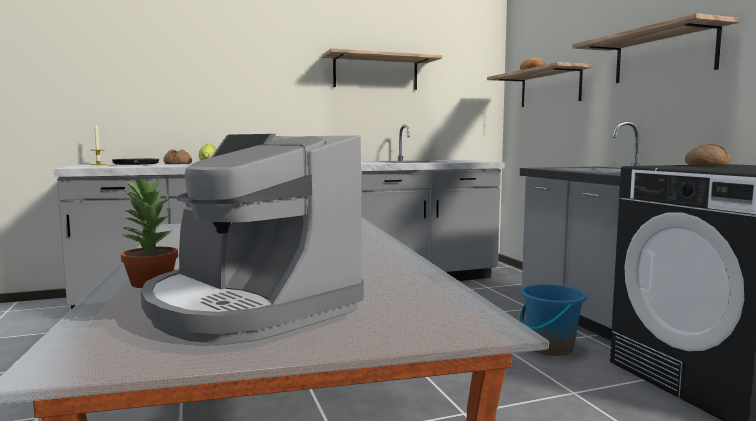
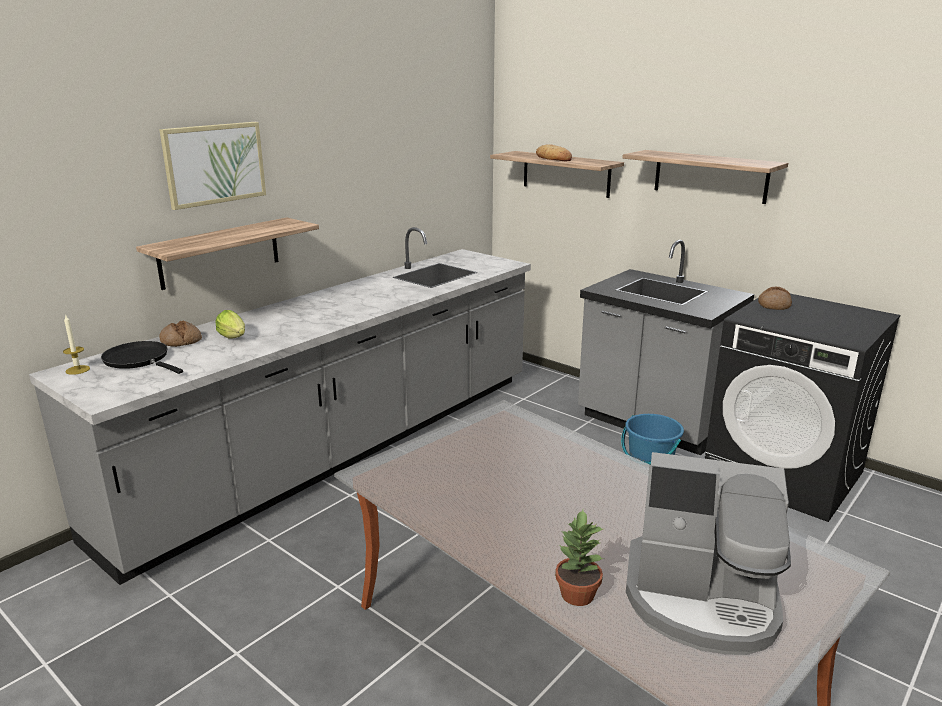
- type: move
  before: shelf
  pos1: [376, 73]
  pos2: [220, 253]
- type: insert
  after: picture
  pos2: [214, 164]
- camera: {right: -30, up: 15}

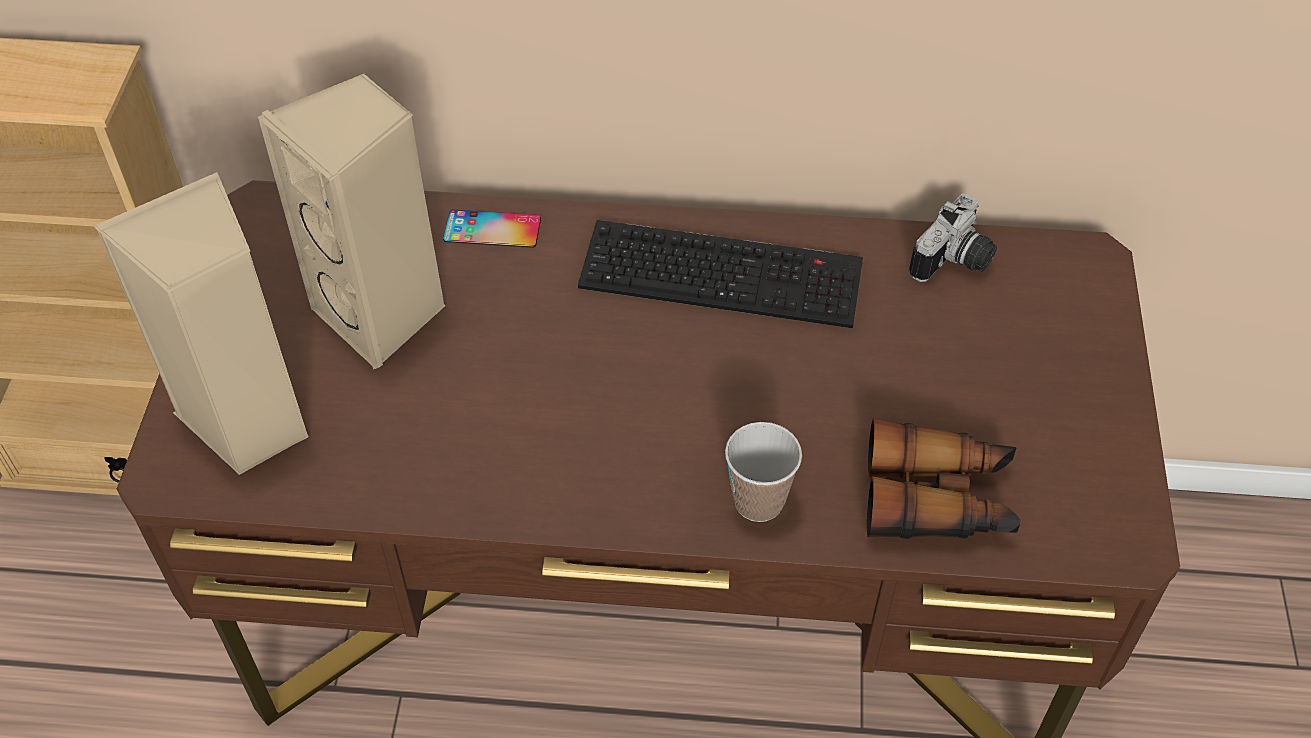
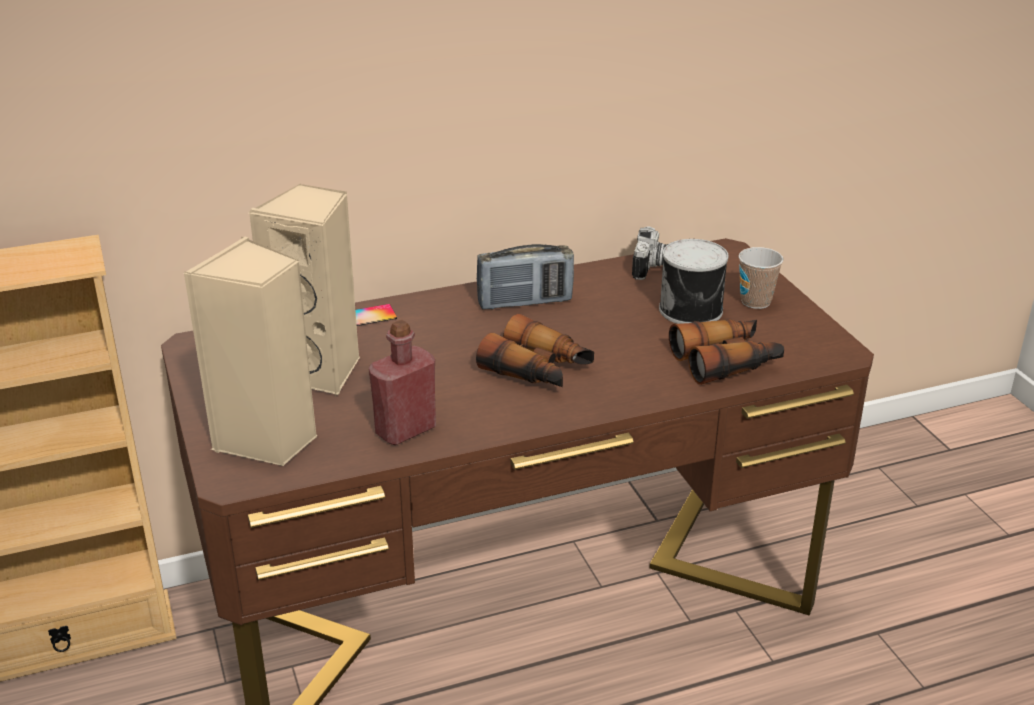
- type: replace
  before: keyboard
  after: radio
  pos1: [725, 272]
  pos2: [525, 302]
- type: move
  before: cup
  pos1: [758, 501]
  pos2: [755, 301]
- type: insert
  after: can
  pos2: [692, 310]
- type: insert
  after: binoculars
  pos2: [538, 370]
- type: insert
  after: red bottle
  pos2: [405, 430]
- camera: {right: -25, up: -20}

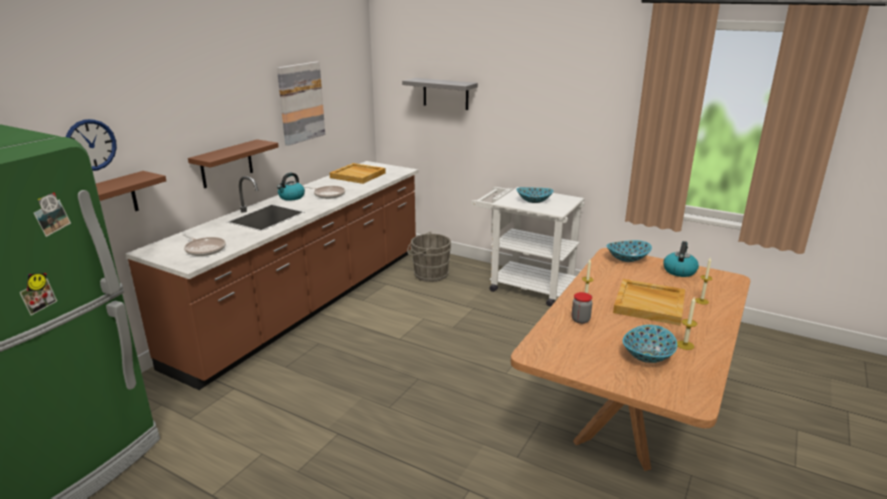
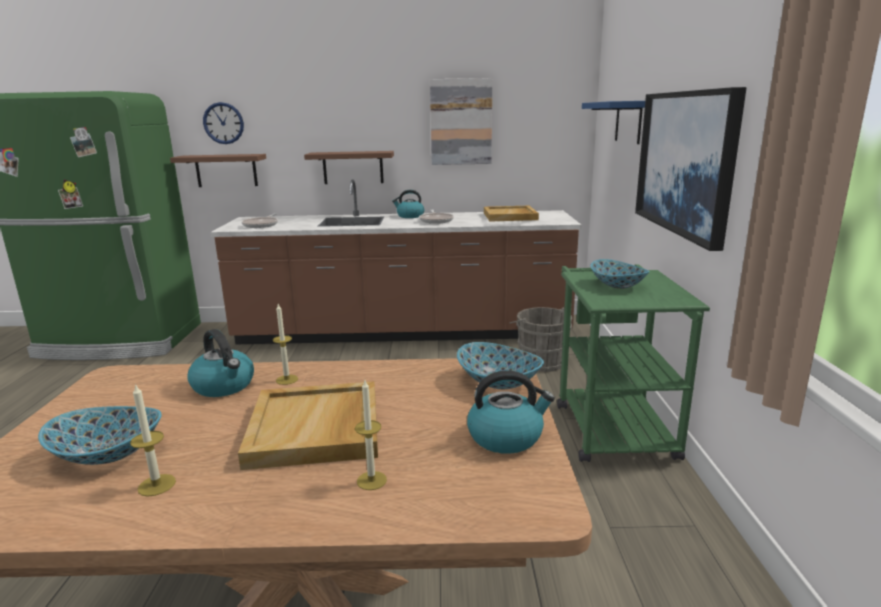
- type: recolor
  before: grey shelf
  after: blue shelf
  pos1: [445, 94]
  pos2: [628, 122]
- type: recolor
  before: white cart
  after: green cart
  pos1: [524, 285]
  pos2: [610, 424]
- type: replace
  before: jar
  after: kettle
  pos1: [580, 320]
  pos2: [224, 386]
- type: insert
  after: picture
  pos2: [685, 162]
- camera: {right: 60, up: -5}

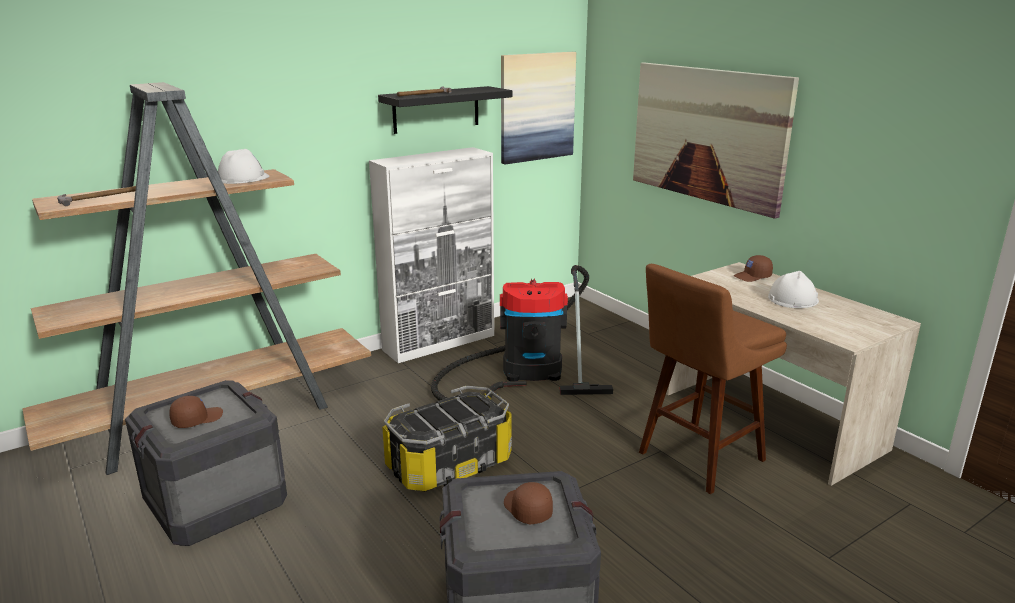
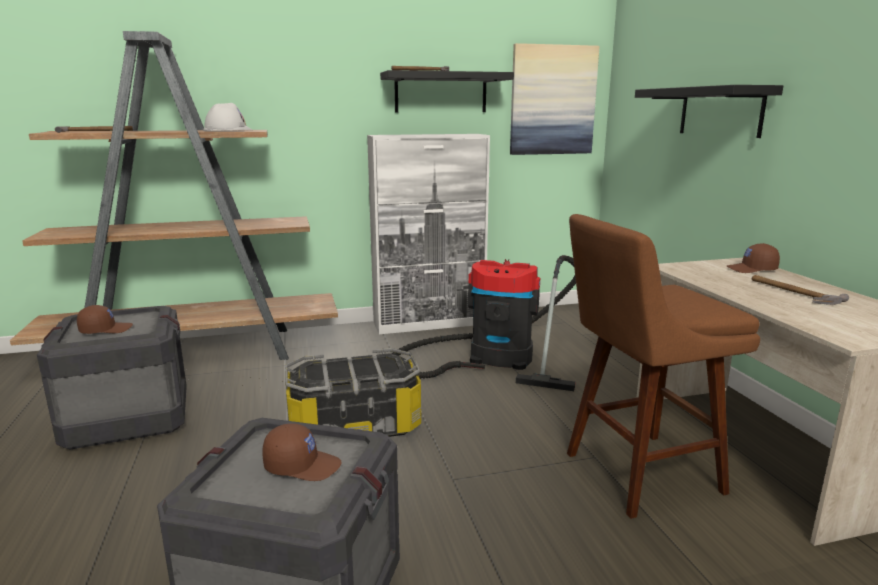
- type: replace
  before: picture
  after: black shelf
  pos1: [707, 135]
  pos2: [720, 111]
- type: replace
  before: white hard hat
  after: hammer
  pos1: [792, 299]
  pos2: [792, 292]
- type: rotate
  before: brown cap
  pos1: [526, 509]
  pos2: [302, 465]
  turn: 105
- camera: {right: 20, up: -5}

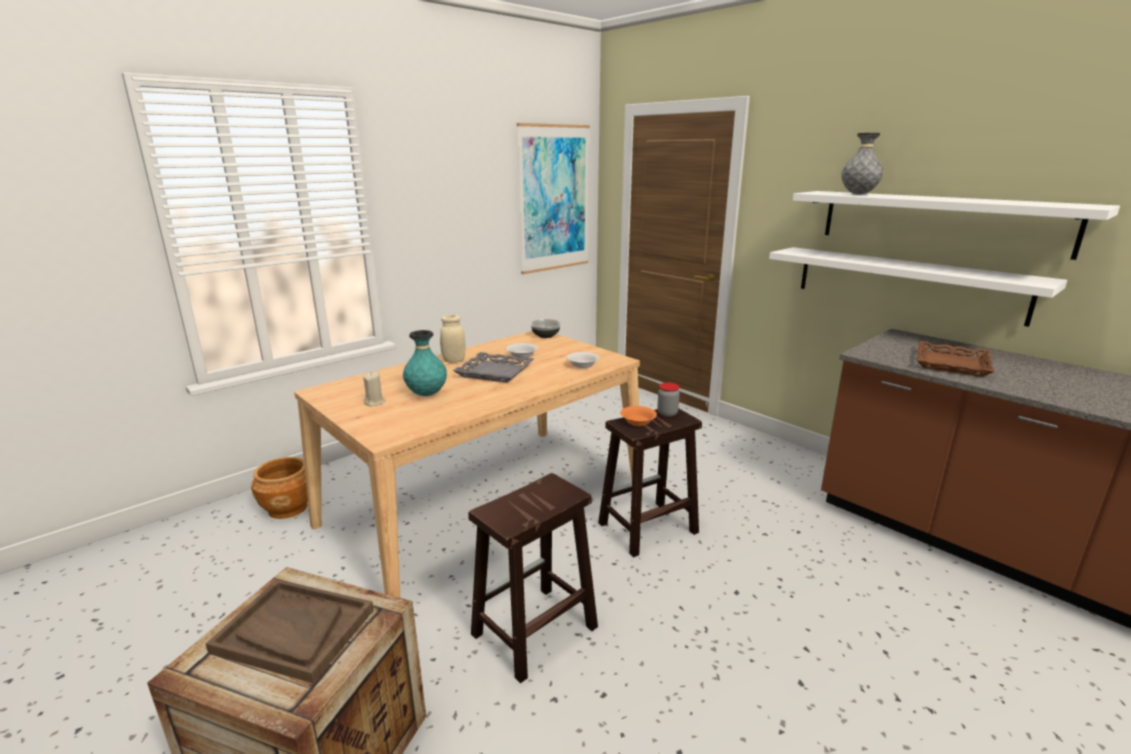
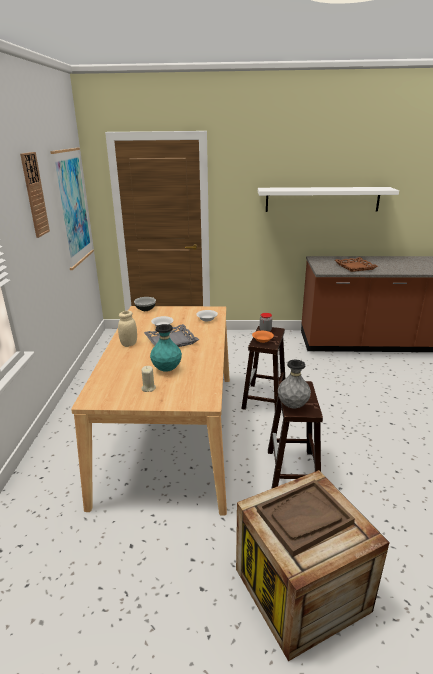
- type: move
  before: grey vase
  pos1: [858, 194]
  pos2: [292, 405]
- type: delete
  before: white shelf
  pos1: [905, 283]
- type: delete
  before: brown planter
  pos1: [288, 508]
- type: insert
  after: wall clock
  pos2: [34, 195]
- camera: {right: -45, up: 5}

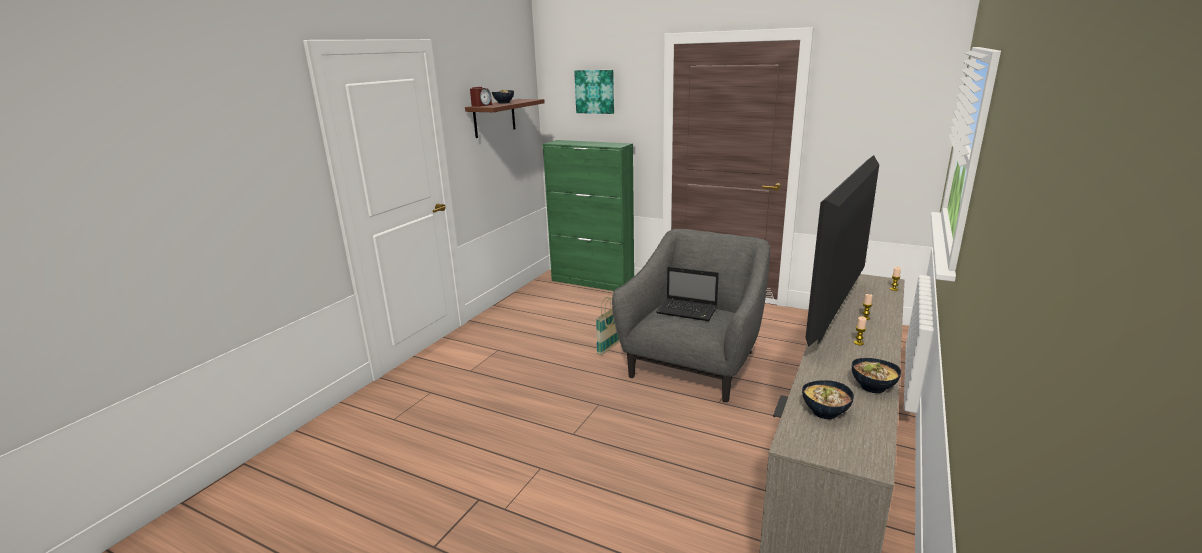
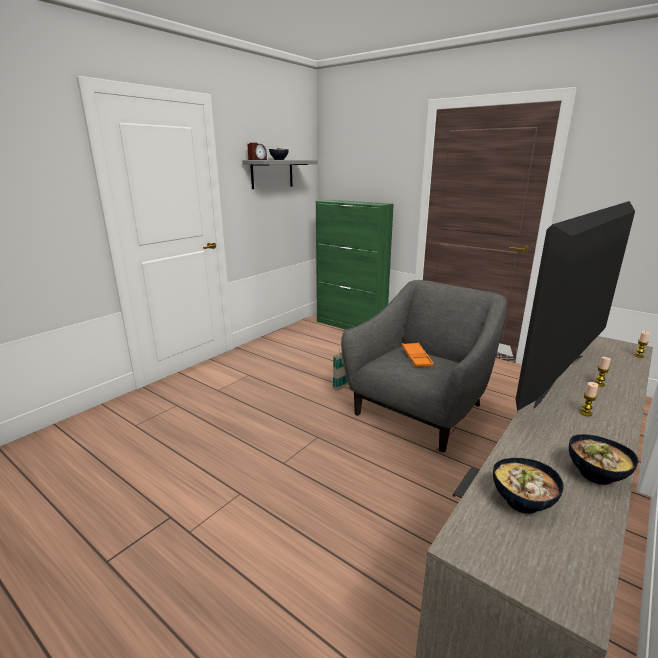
- type: delete
  before: picture
  pos1: [595, 91]
- type: recolor
  before: brown shelf
  after: grey shelf
  pos1: [494, 118]
  pos2: [272, 174]
- type: replace
  before: laptop
  after: orange tray
  pos1: [688, 311]
  pos2: [416, 357]
- camera: {right: 10, up: 0}

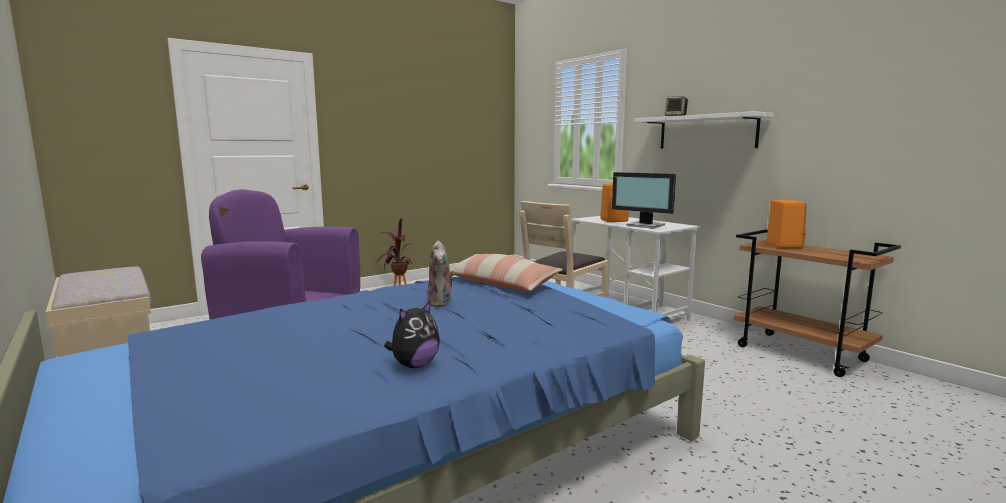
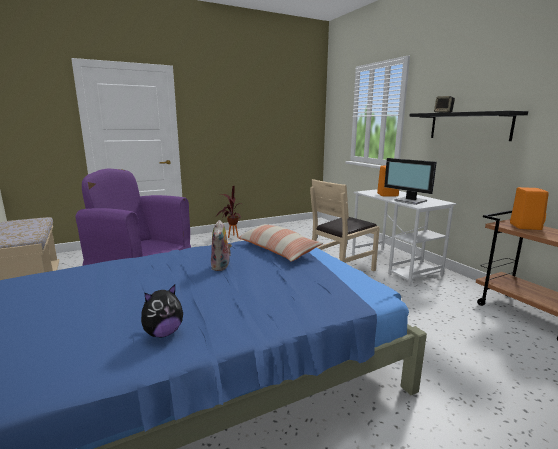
- type: recolor
  before: white shelf
  after: black shelf
  pos1: [706, 132]
  pos2: [469, 126]
- camera: {right: 10, up: 5}

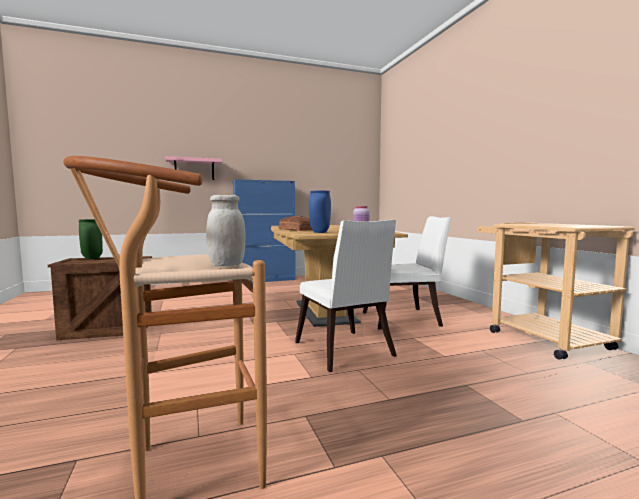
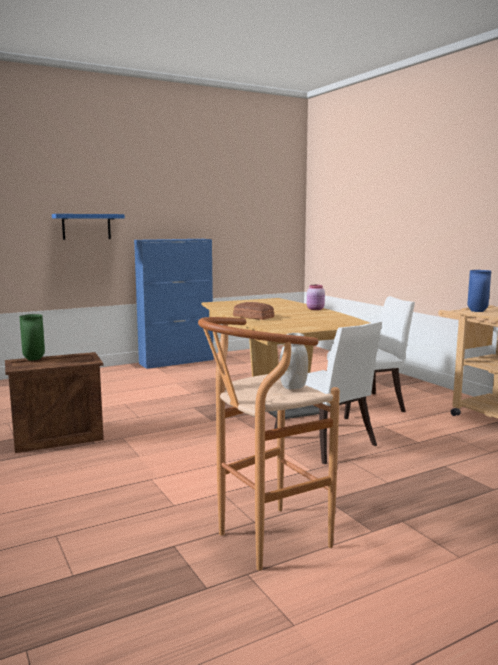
- type: recolor
  before: pink shelf
  after: blue shelf
  pos1: [194, 169]
  pos2: [86, 226]
- type: move
  before: blue vase
  pos1: [319, 232]
  pos2: [476, 311]
- camera: {right: -10, up: 5}

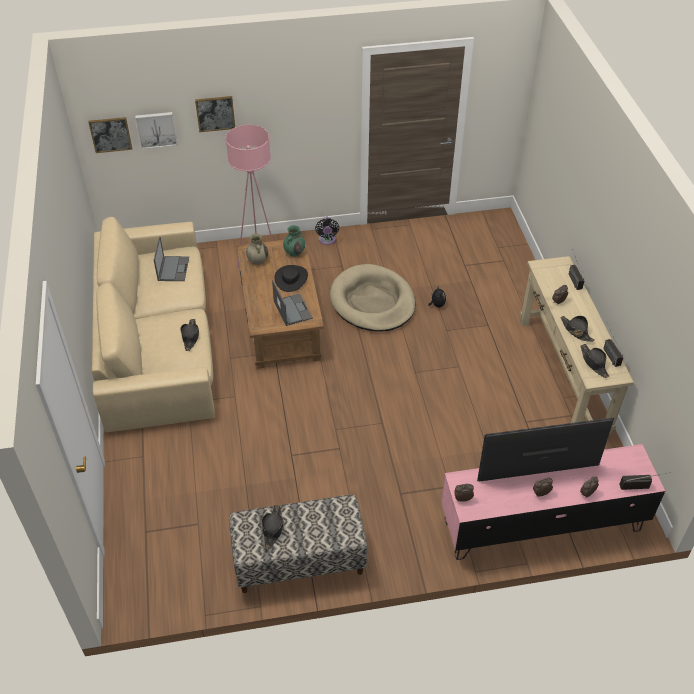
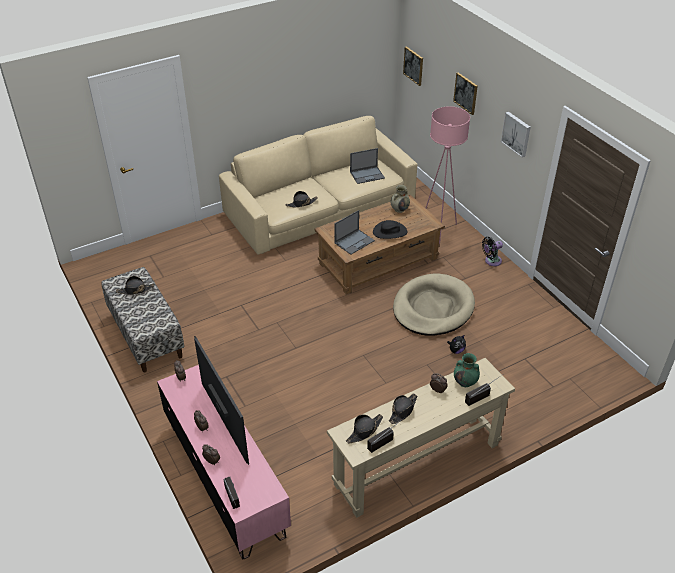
- type: move
  before: picture
  pos1: [156, 129]
  pos2: [516, 133]
- type: move
  before: green vase
  pos1: [294, 252]
  pos2: [465, 382]
- camera: {right: 70, up: -5}

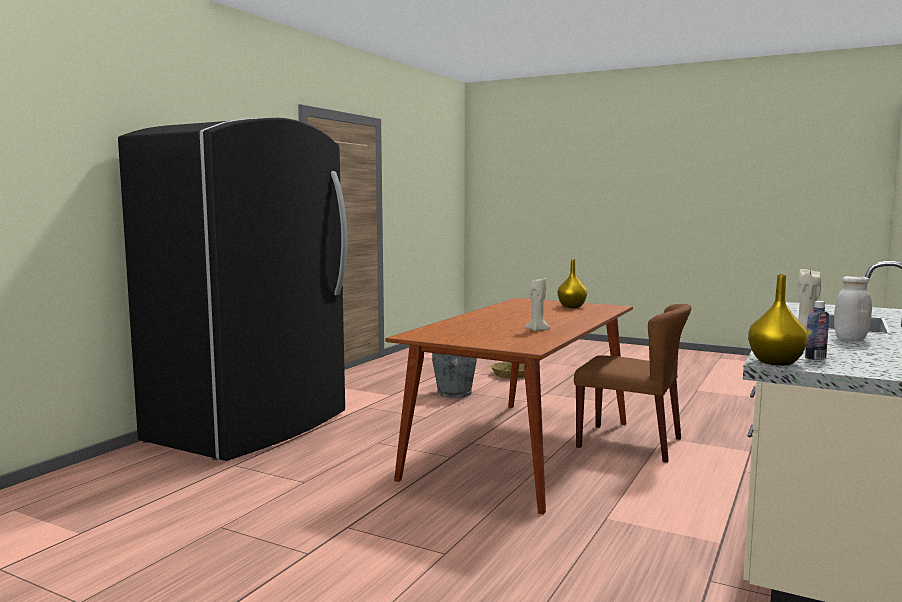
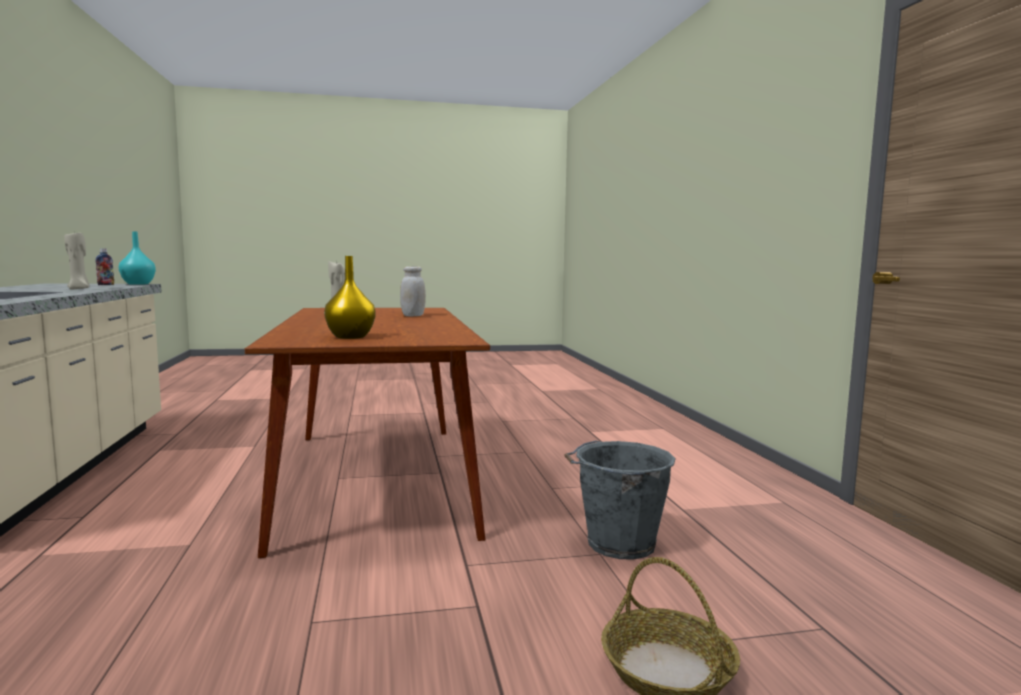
- type: delete
  before: black fridge
  pos1: [251, 427]
- type: recolor
  before: yellow vase
  after: turquoise vase
  pos1: [775, 362]
  pos2: [138, 284]
- type: move
  before: white jar
  pos1: [850, 339]
  pos2: [413, 316]
- type: delete
  before: brown chair
  pos1: [630, 443]
- camera: {right: 140, up: 0}

